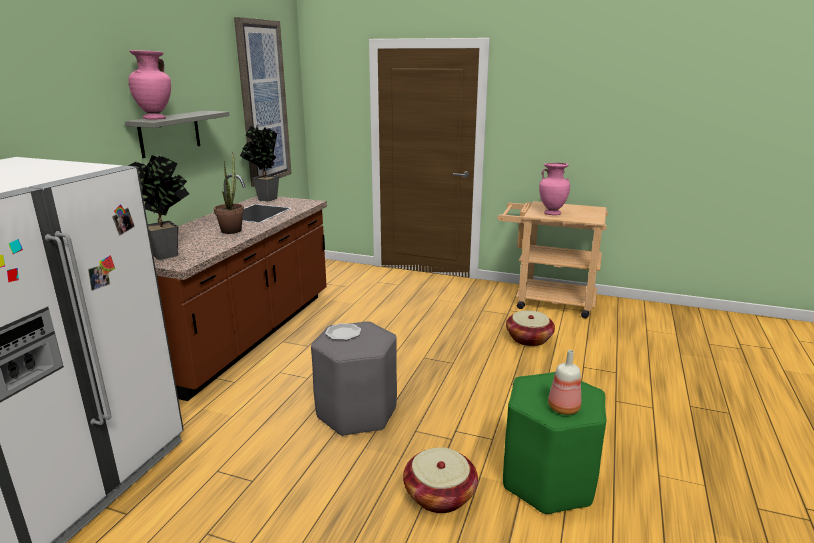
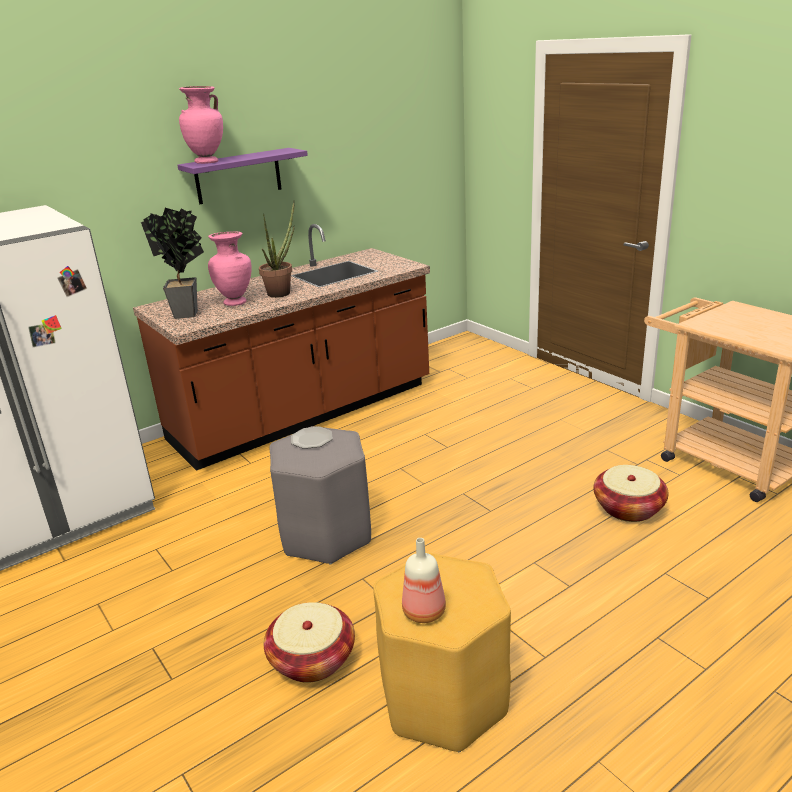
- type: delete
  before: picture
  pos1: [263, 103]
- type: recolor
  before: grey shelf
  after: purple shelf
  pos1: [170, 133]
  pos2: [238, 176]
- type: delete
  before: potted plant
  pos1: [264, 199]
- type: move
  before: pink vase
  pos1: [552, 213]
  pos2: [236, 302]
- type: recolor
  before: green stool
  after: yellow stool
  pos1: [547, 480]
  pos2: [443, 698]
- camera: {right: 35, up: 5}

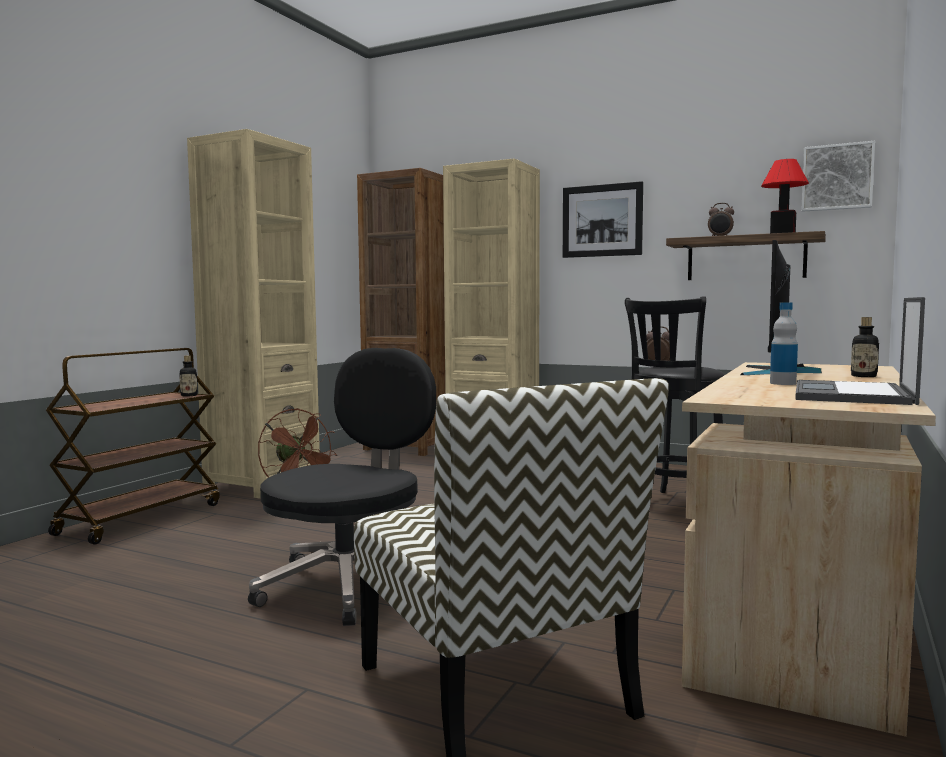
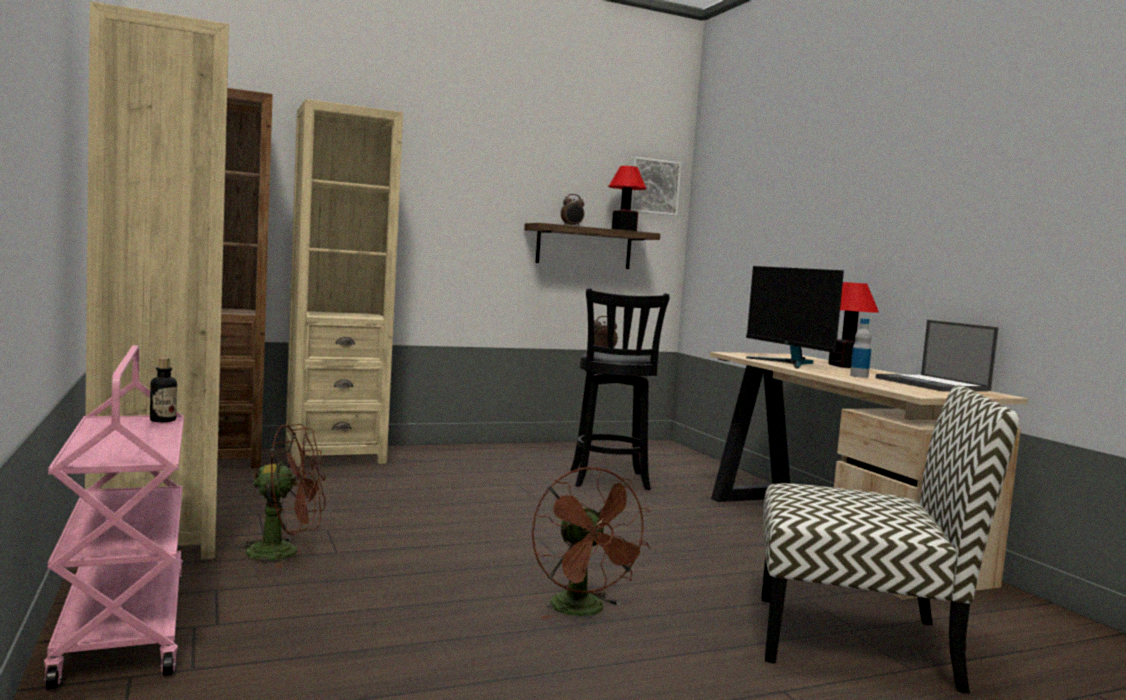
- type: delete
  before: picture
  pos1: [602, 220]
- type: replace
  before: bottle
  after: table lamp
  pos1: [863, 376]
  pos2: [846, 366]
- type: recolor
  before: brown cart
  after: pink cart
  pos1: [141, 518]
  pos2: [121, 626]
- type: replace
  before: black office chair
  after: brown fan
  pos1: [350, 584]
  pos2: [584, 611]
- camera: {right: -50, up: 0}

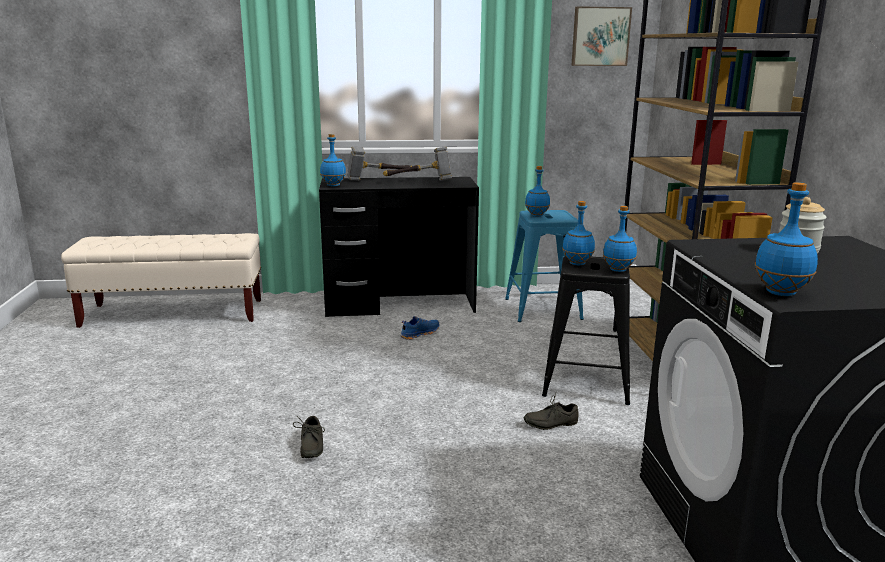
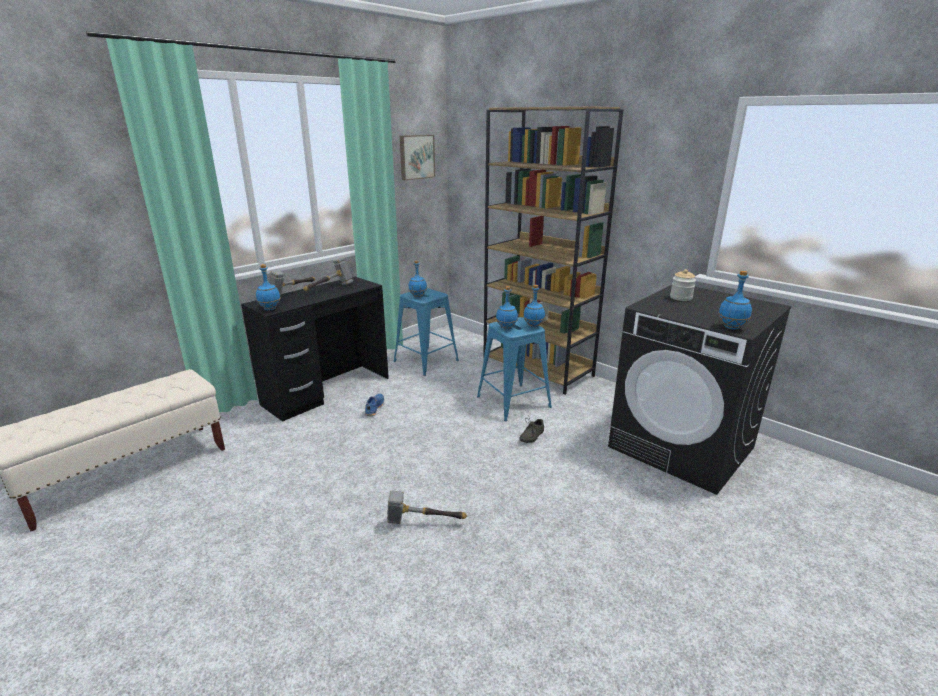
- type: recolor
  before: black stool
  after: blue stool
  pos1: [586, 382]
  pos2: [514, 402]
- type: replace
  before: grey shoe
  after: hammer
  pos1: [309, 447]
  pos2: [423, 523]
- camera: {right: -40, up: 5}

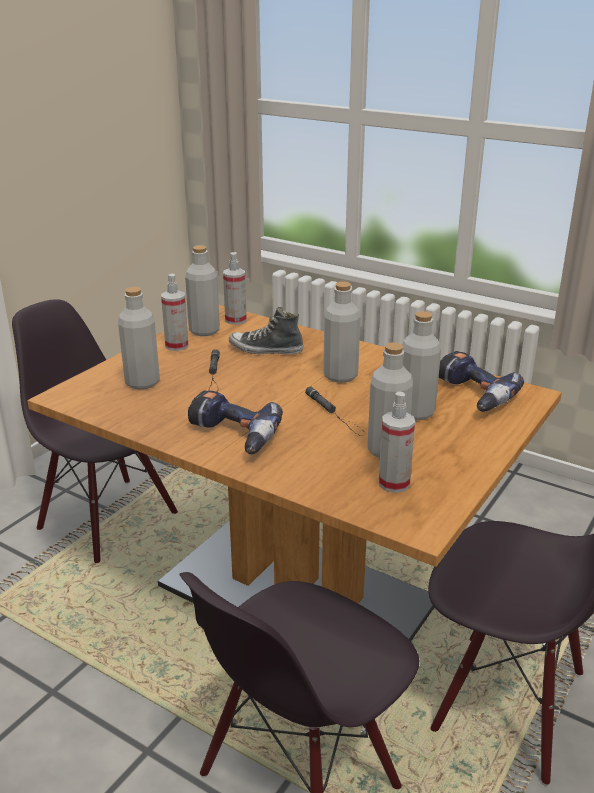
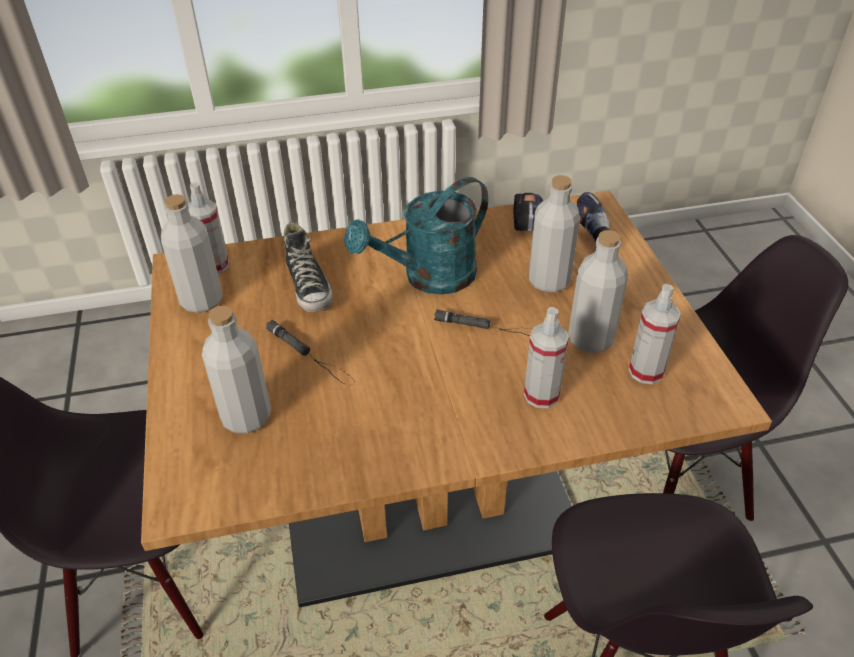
- type: move
  before: spray bottle
  pos1: [177, 346]
  pos2: [541, 395]
- type: replace
  before: grey bottle
  after: turquoise watering can
  pos1: [340, 376]
  pos2: [429, 278]
- type: rotate
  before: shoe
  pos1: [265, 350]
  pos2: [309, 288]
  turn: -75
- type: delete
  before: power drill
  pos1: [231, 436]
- camera: {right: -45, up: 15}

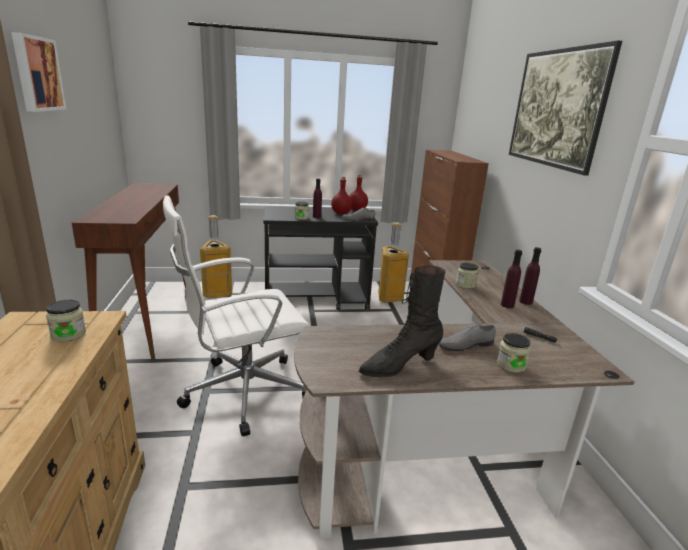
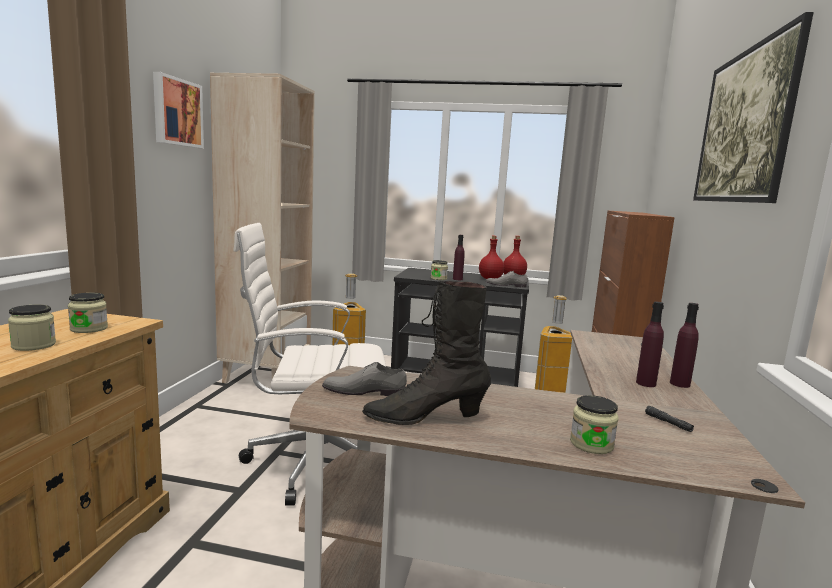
- type: replace
  before: brown console table
  after: beige bookcase
  pos1: [148, 317]
  pos2: [266, 374]
- type: move
  before: jar
  pos1: [465, 284]
  pos2: [34, 345]
- type: move
  before: grey shoe
  pos1: [465, 344]
  pos2: [364, 390]
- camera: {right: 20, up: -10}

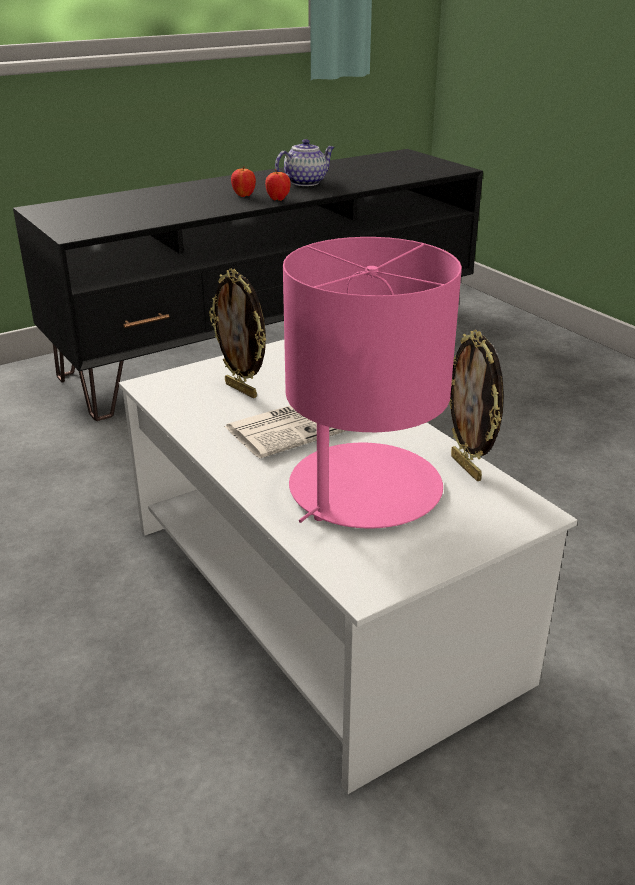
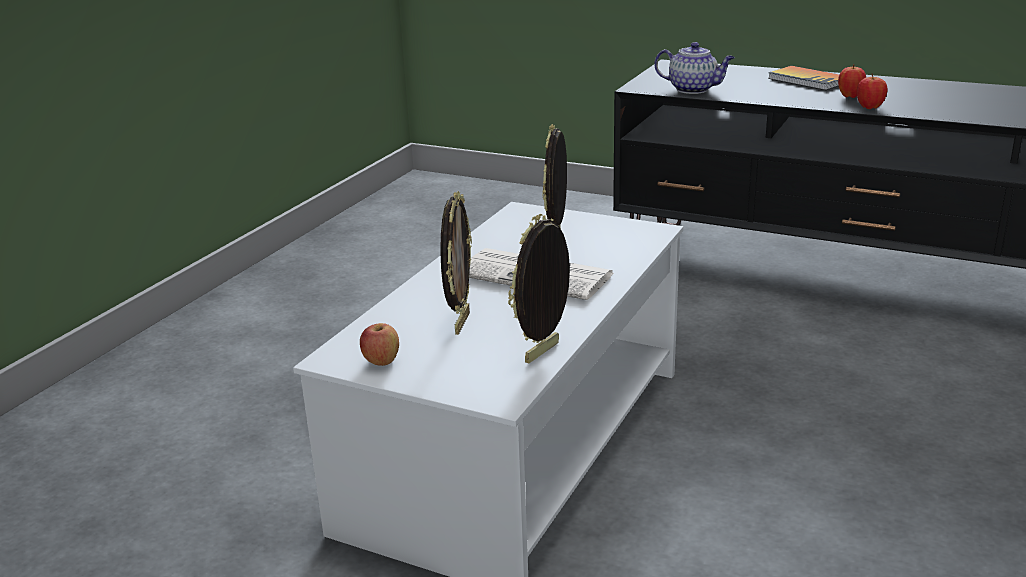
- type: move
  before: teapot
  pos1: [306, 182]
  pos2: [693, 89]
- type: replace
  before: pink table lamp
  after: picture frame
  pos1: [363, 489]
  pos2: [460, 323]
- type: insert
  after: book
  pos2: [808, 80]
- type: insert
  after: apple
  pos2: [381, 362]
- camera: {right: 60, up: -5}

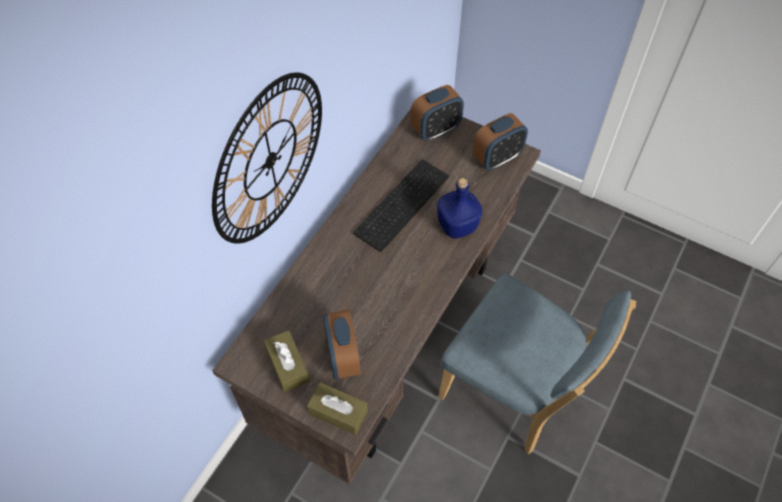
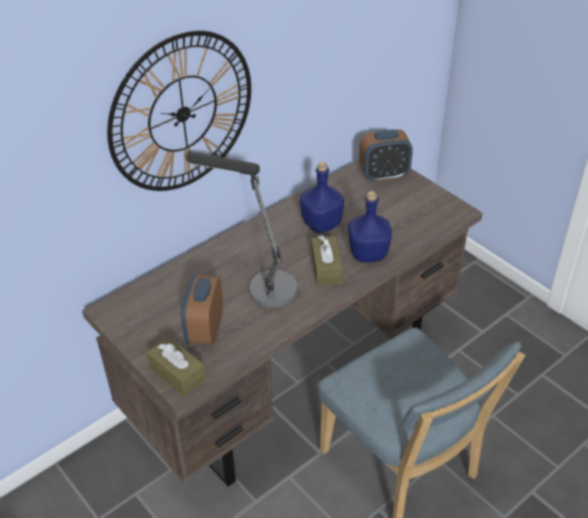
- type: delete
  before: alarm clock
  pos1: [497, 158]
- type: replace
  before: keyboard
  after: blue bottle
  pos1: [401, 203]
  pos2: [322, 223]
- type: move
  before: brown tissue box
  pos1: [287, 365]
  pos2: [326, 268]
- type: insert
  after: table lamp
  pos2: [260, 285]
- camera: {right: 20, up: -15}

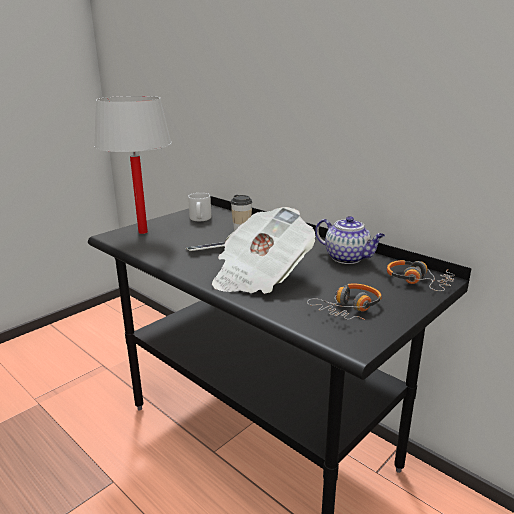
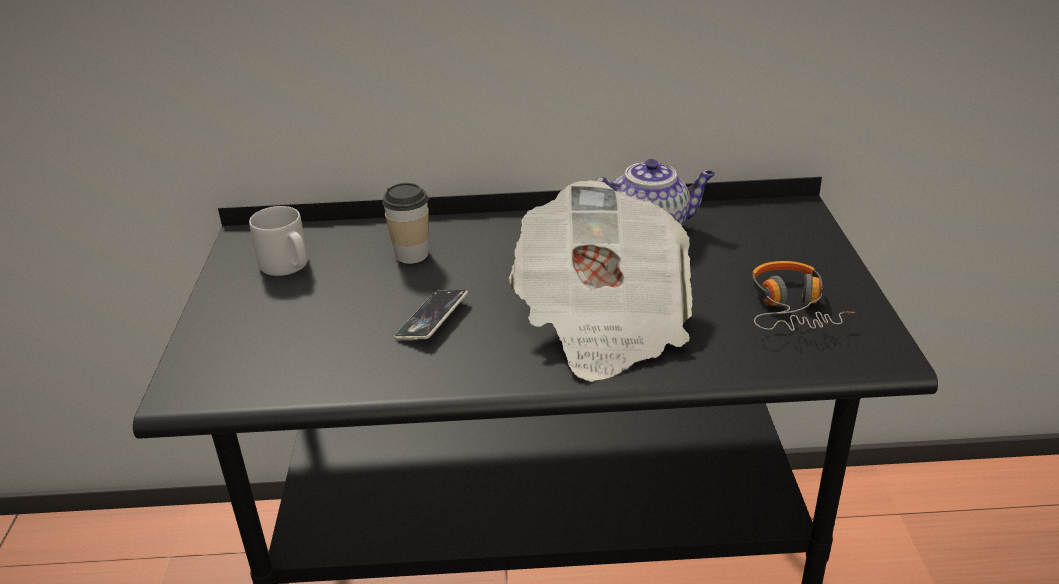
- type: delete
  before: white table lamp
  pos1: [143, 232]
- type: delete
  before: headphones
  pos1: [418, 281]
- camera: {right: -45, up: 10}

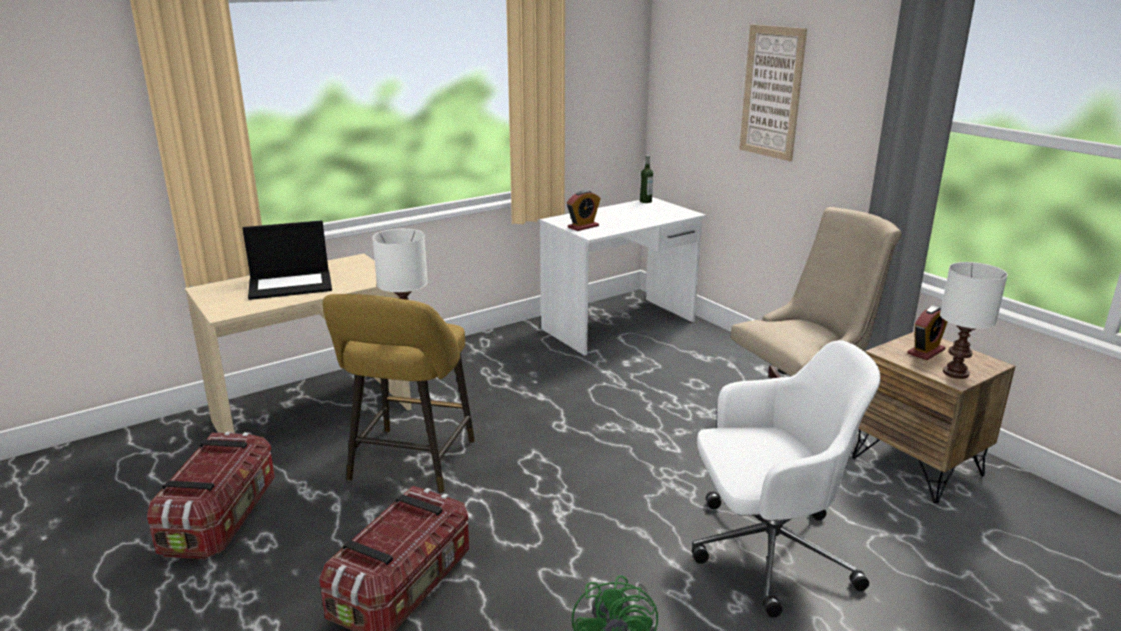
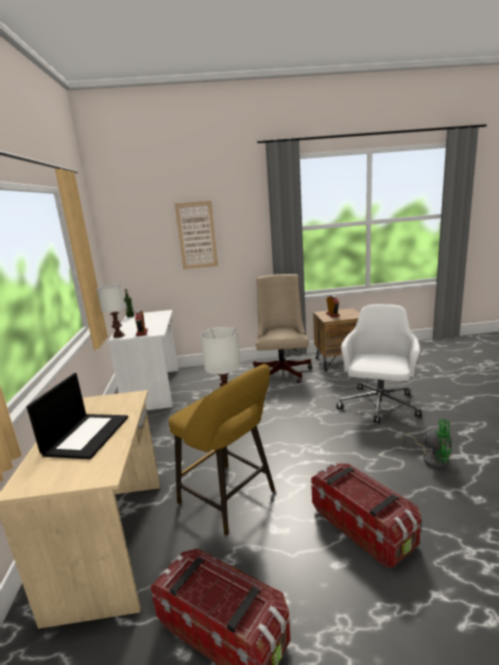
- type: move
  before: white table lamp
  pos1: [956, 372]
  pos2: [118, 335]
- camera: {right: -60, up: -5}

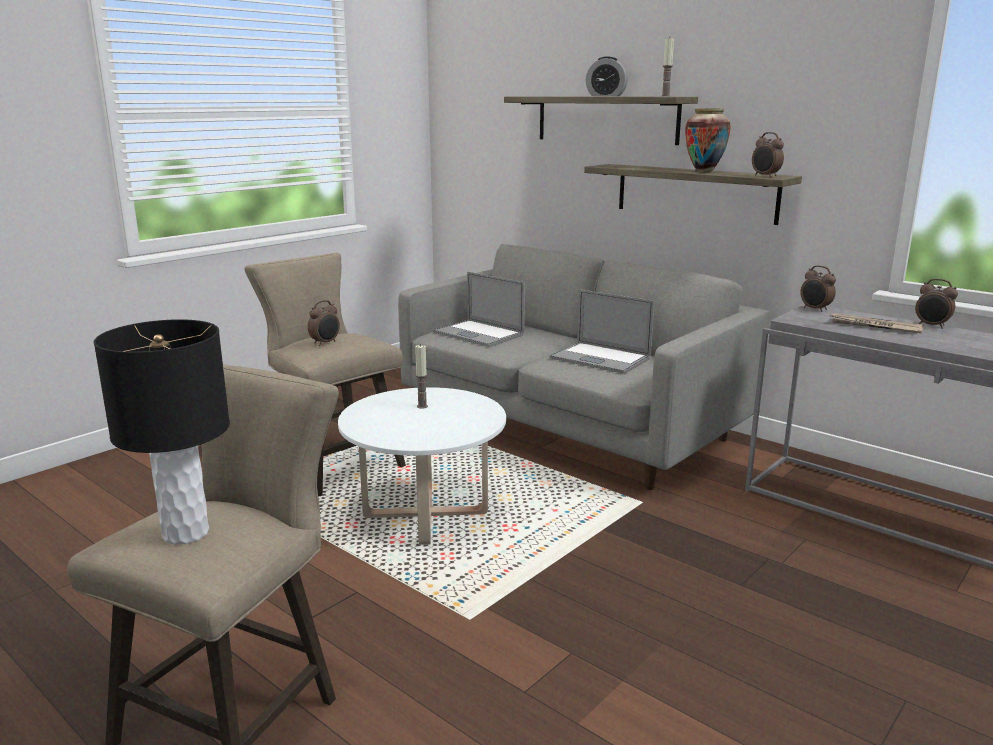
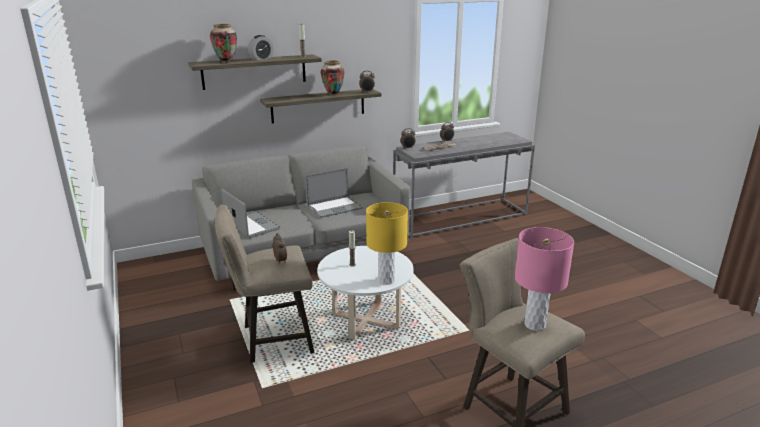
- type: rotate
  before: laptop
  pos1: [478, 334]
  pos2: [252, 225]
  turn: -105
- type: recolor
  before: black table lamp
  after: pink table lamp
  pos1: [185, 533]
  pos2: [535, 325]
- type: insert
  after: vase
  pos2: [226, 62]
- type: insert
  after: yellow table lamp
  pos2: [386, 280]
- camera: {right: -65, up: 5}

